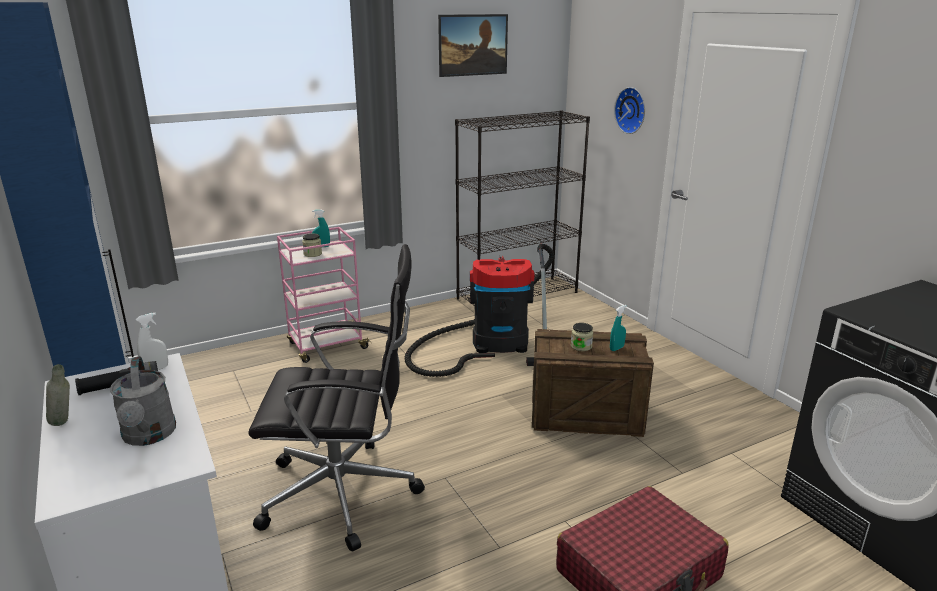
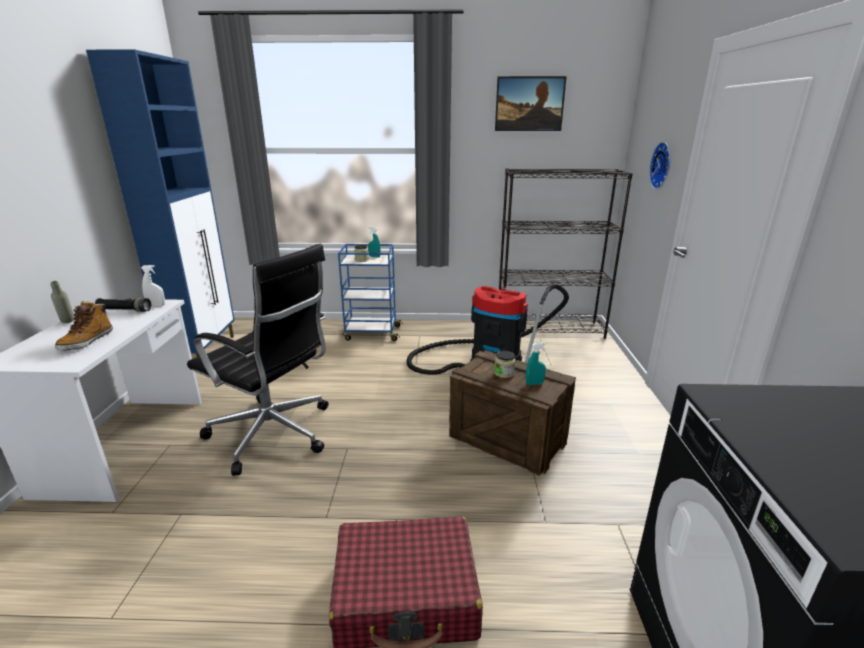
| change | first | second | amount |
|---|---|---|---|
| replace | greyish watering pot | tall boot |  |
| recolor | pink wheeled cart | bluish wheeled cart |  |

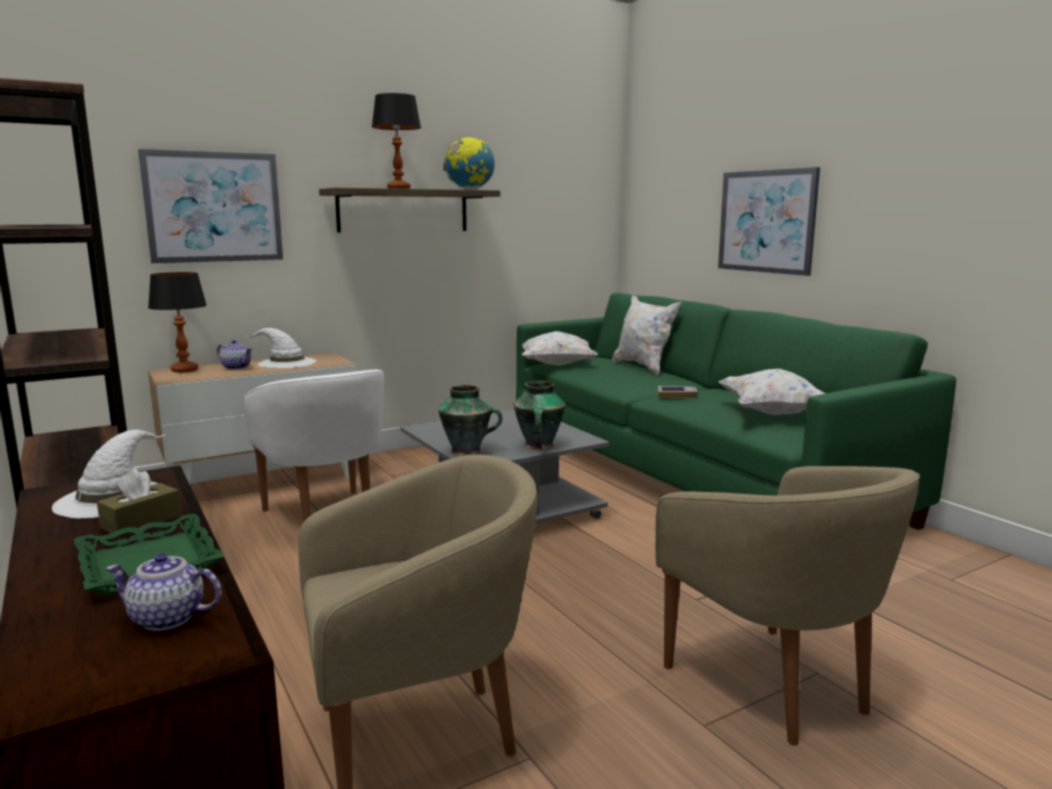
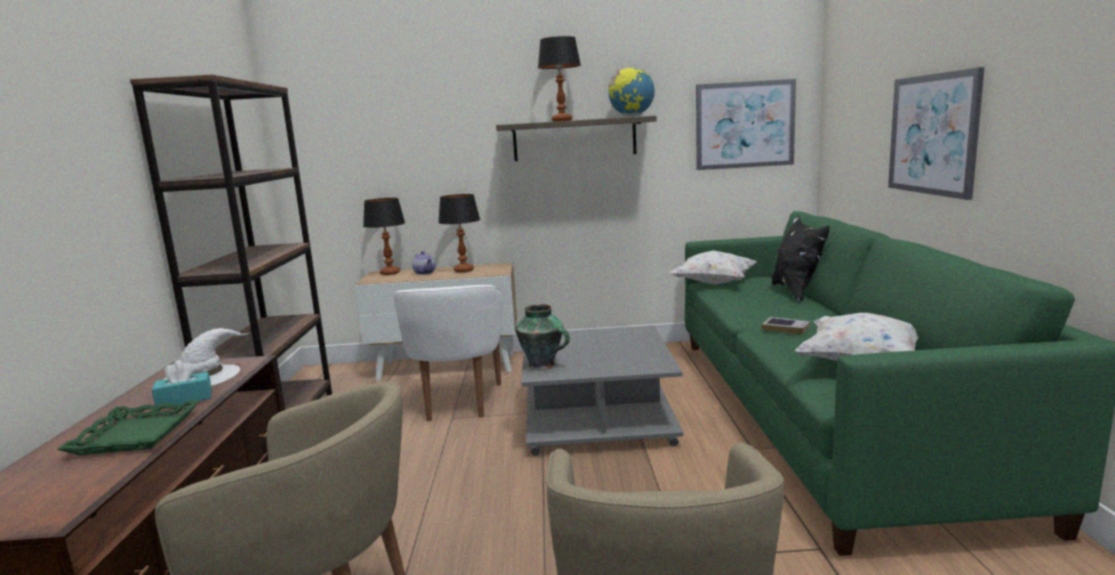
| change | first | second | amount |
|---|---|---|---|
| recolor | brown-coloured tissue box | turquoise tissue box |  |
| replace | whitish hat (2nd from left) | lamp for a table (2nd from left) |  |
| move | wall picture (1st from left) |  |  |
| recolor | whitish throw pillow (2nd from left) | blackish throw pillow |  |
| delete | teapot (1st from left) |  |  |
| delete | flower vase (2nd from left) |  |  |

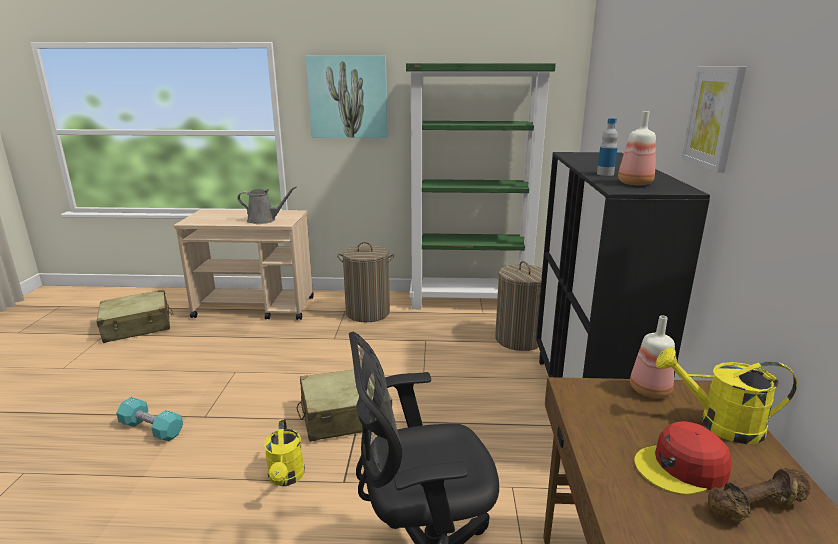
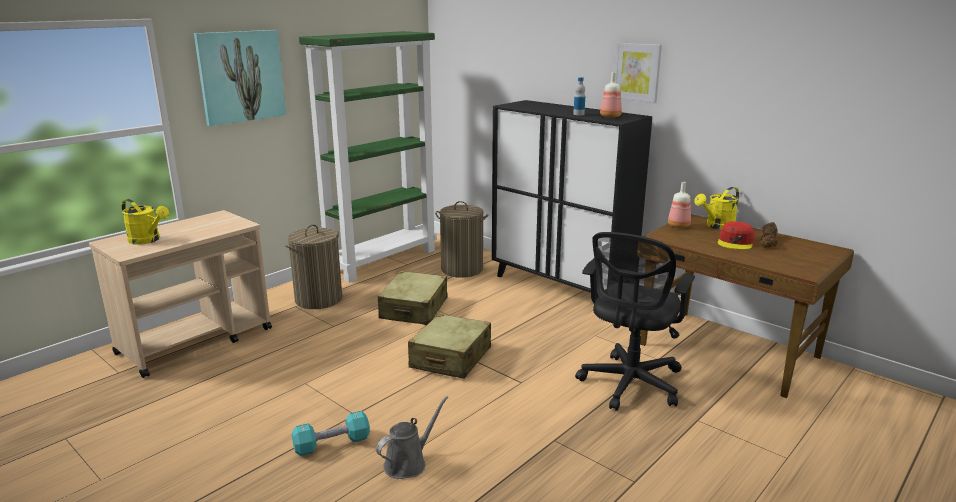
| change | first | second | amount |
|---|---|---|---|
| move | yellow watering pot (1st from left) |  |  |
| move | greyish watering pot |  |  |
| move | sand-coloured piece of luggage (1st from left) |  |  |

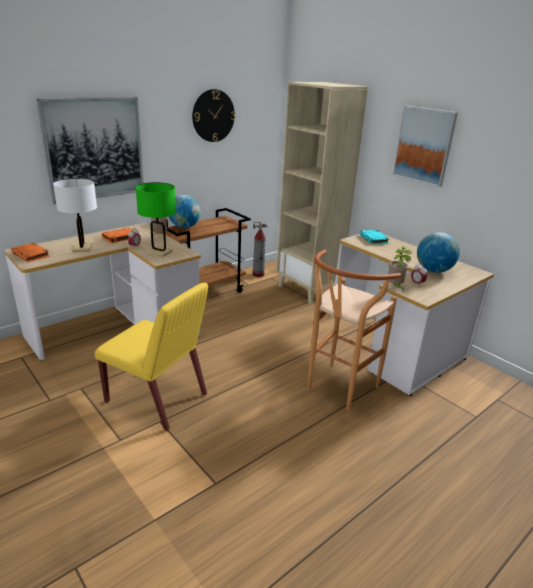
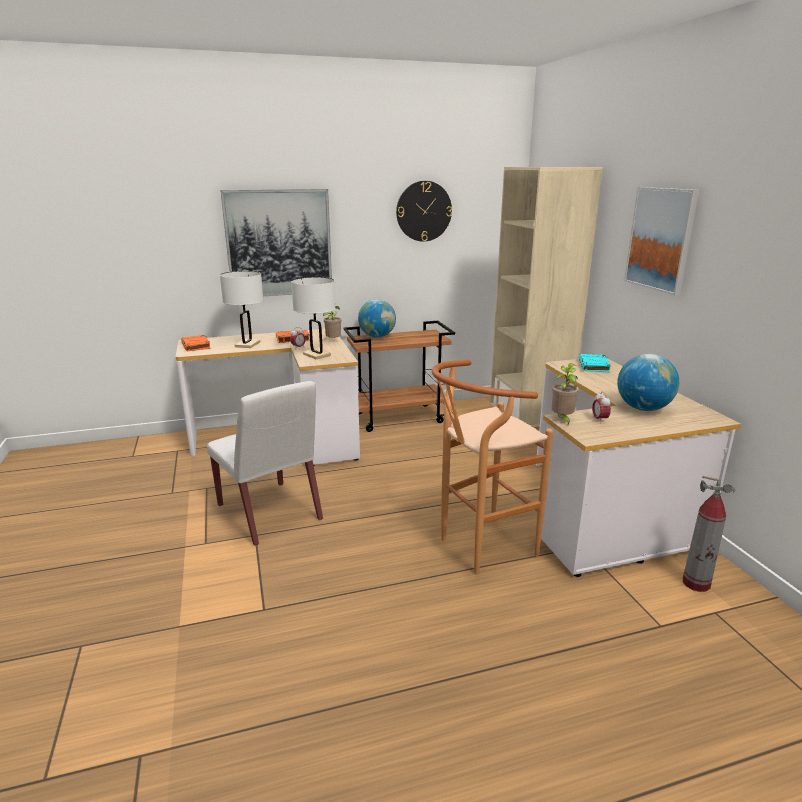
| change | first | second | amount |
|---|---|---|---|
| recolor | yellow plain chair | whitish plain chair |  |
| recolor | greenish lamp for a table | whitish lamp for a table (2nd from left) |  |
| move | fire extinguisher |  |  |

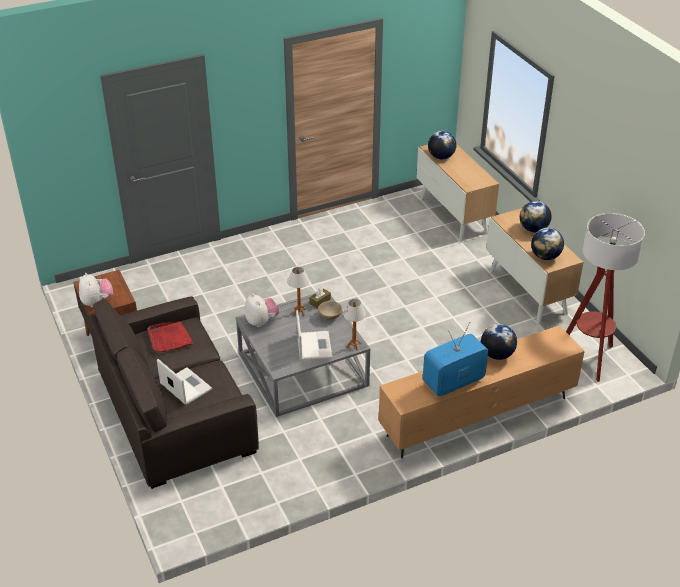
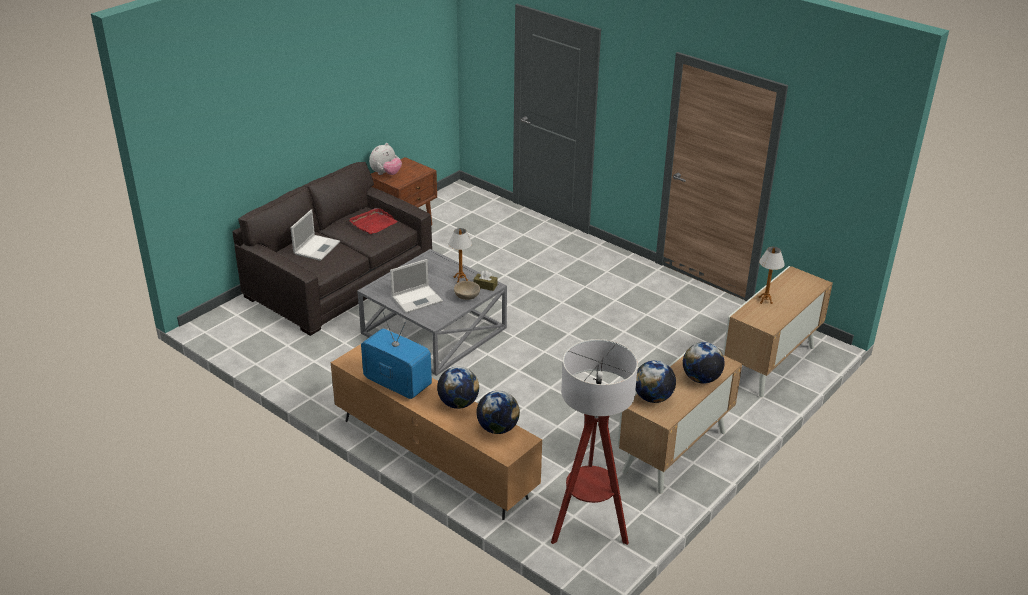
| change | first | second | amount |
|---|---|---|---|
| move | globe (1st from left in the first image) | globe (2nd from left) |  |
| move | lamp for a table (2nd from left) |  |  |
| delete | plush toy (2nd from left) |  |  |

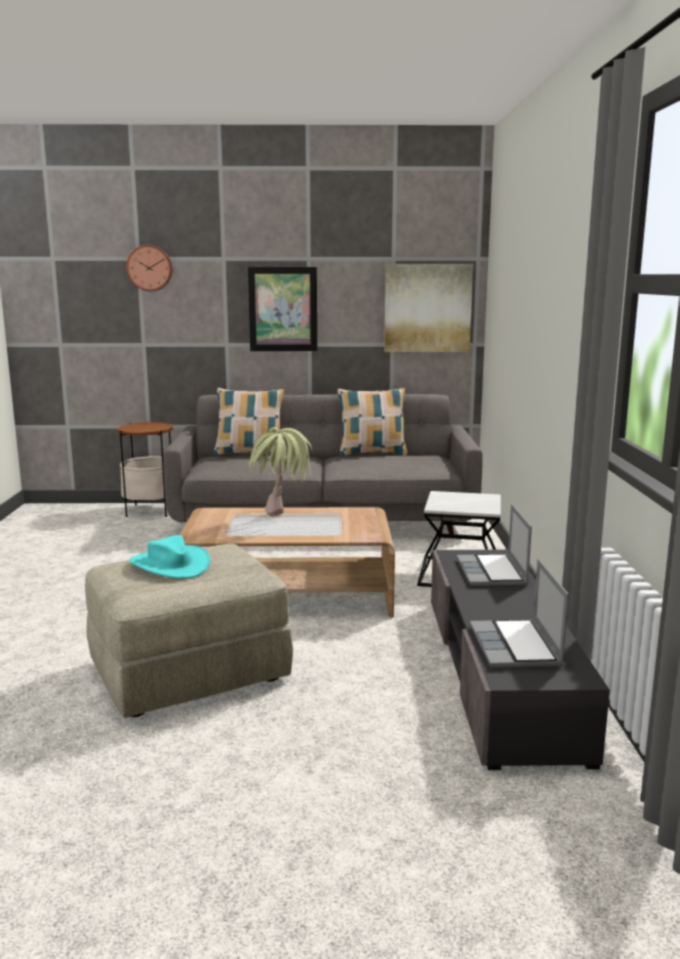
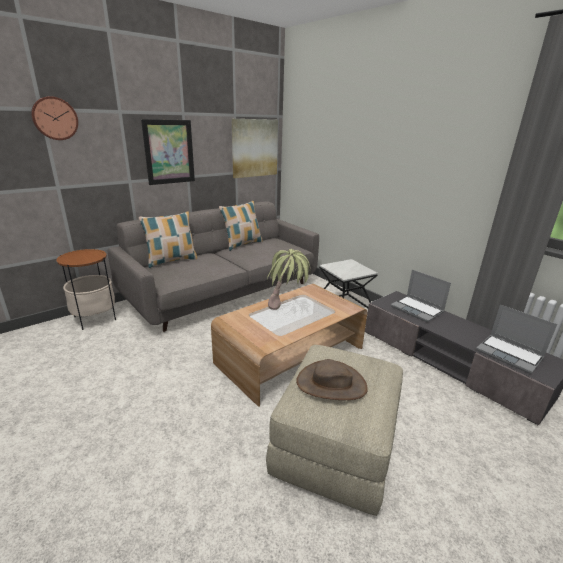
| change | first | second | amount |
|---|---|---|---|
| recolor | turquoise hat | brown-coloured hat |  |

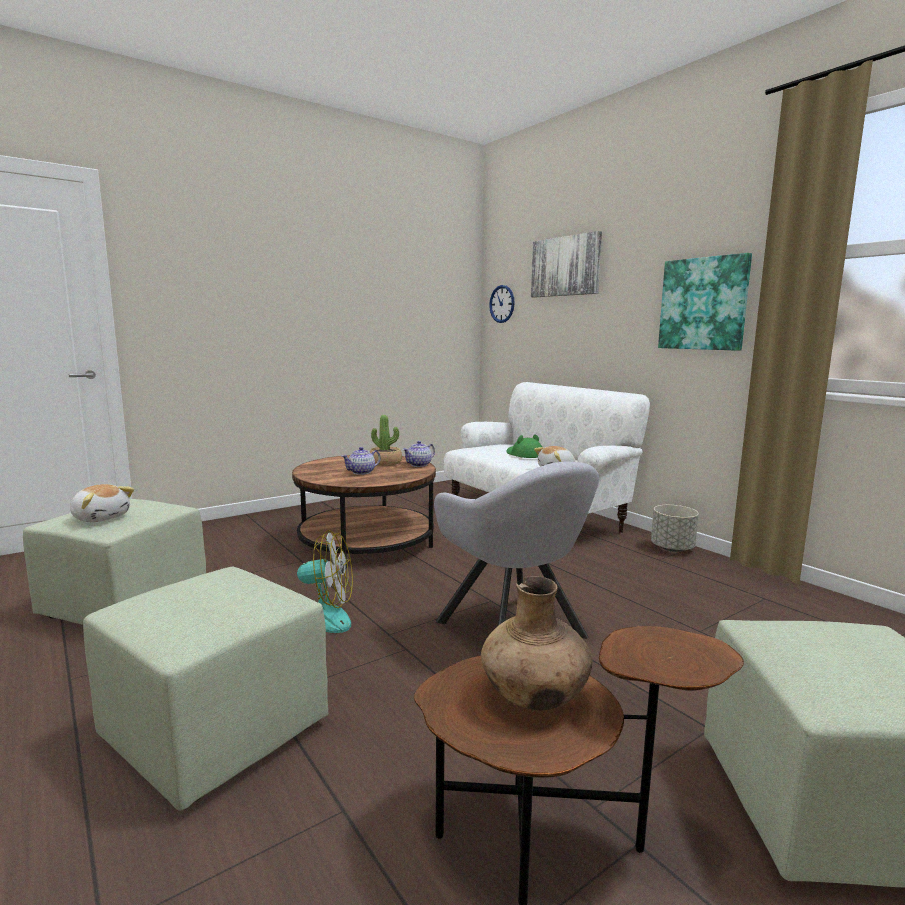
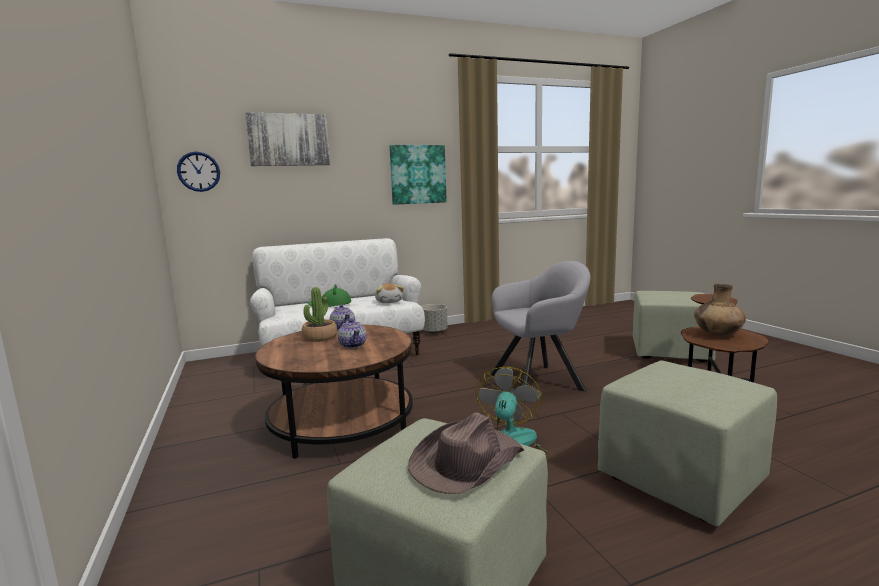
| change | first | second | amount |
|---|---|---|---|
| replace | plush toy (1st from left) | brown-coloured hat |  |

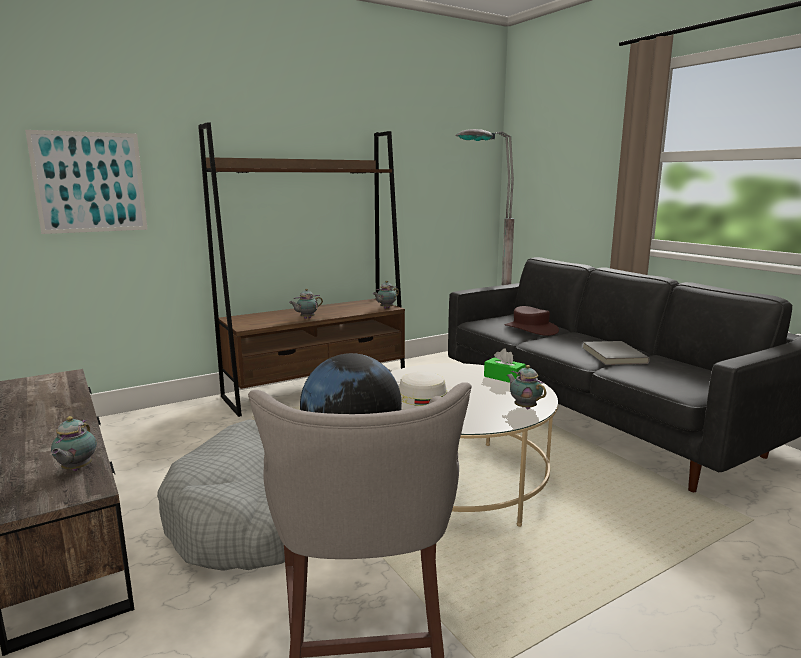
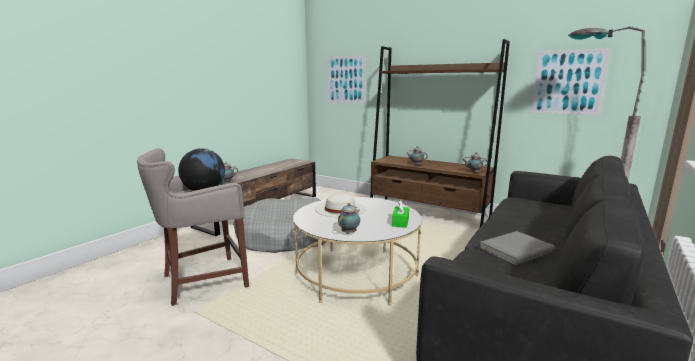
| change | first | second | amount |
|---|---|---|---|
| insert |  | wall picture (2nd from left) |  |
| delete | brown-coloured hat |  |  |

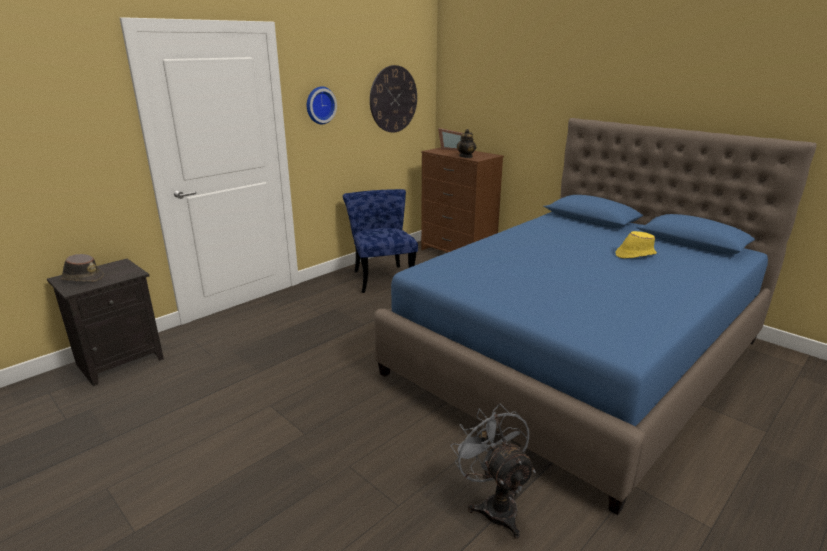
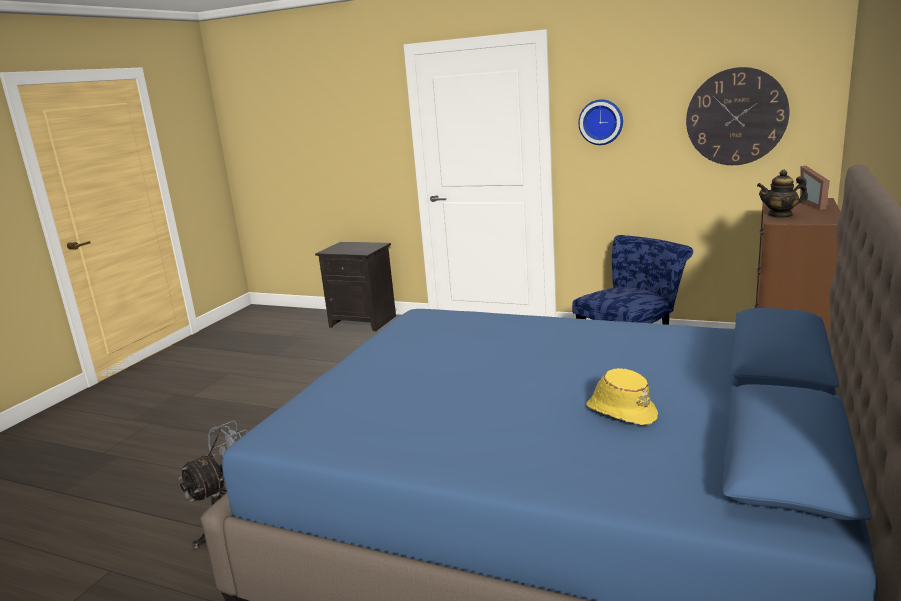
| change | first | second | amount |
|---|---|---|---|
| delete | brown-coloured hat |  |  |

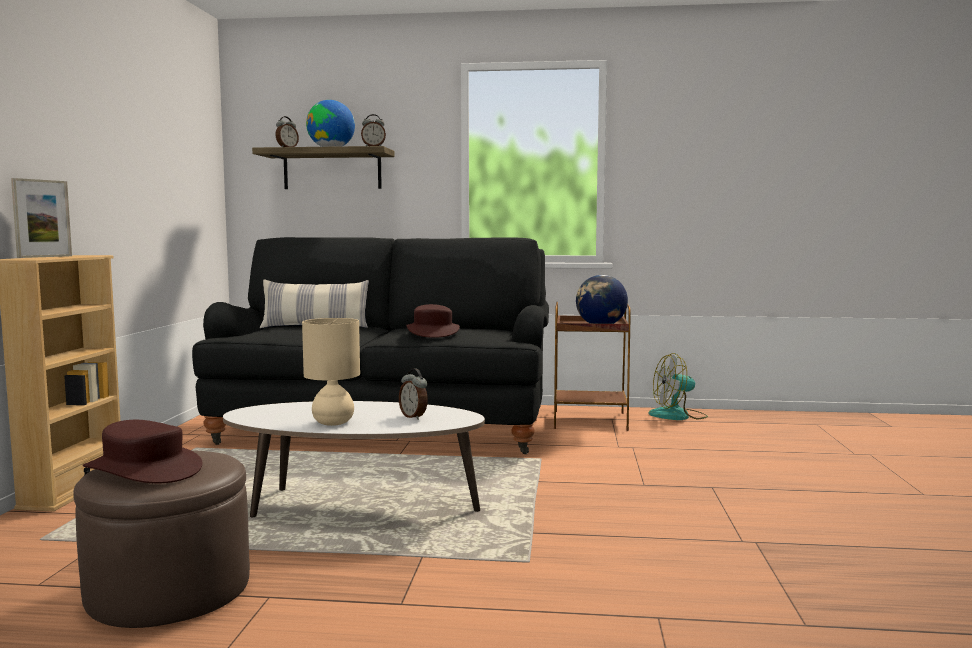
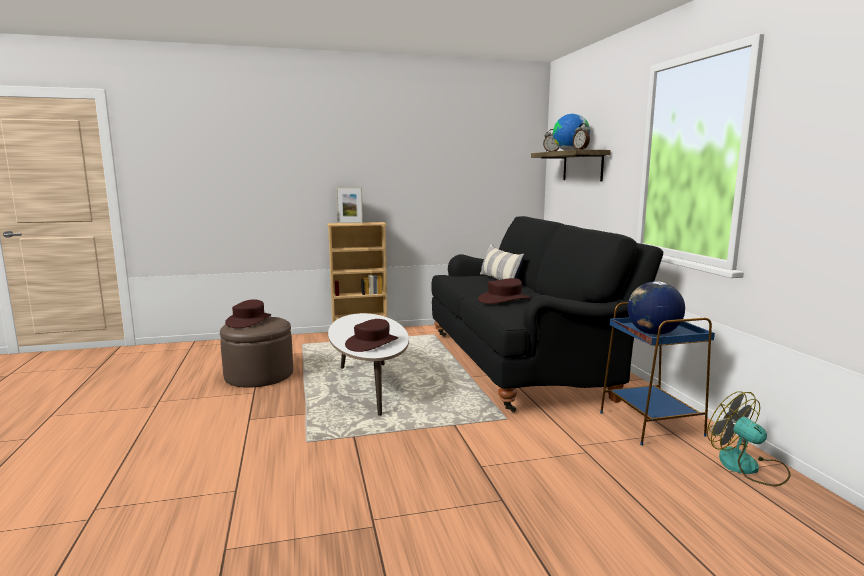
| change | first | second | amount |
|---|---|---|---|
| replace | bedside clock (3rd from left) | brown-coloured hat (2nd from left) |  |
| recolor | brown-coloured end table | bluish end table |  |
| delete | sand-coloured lamp for a table |  |  |

